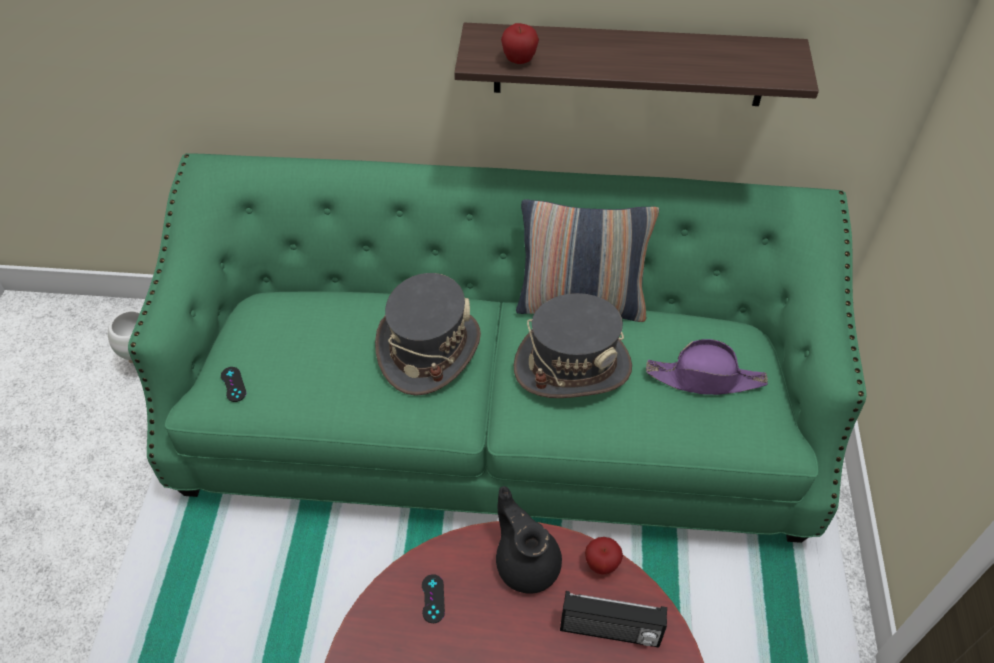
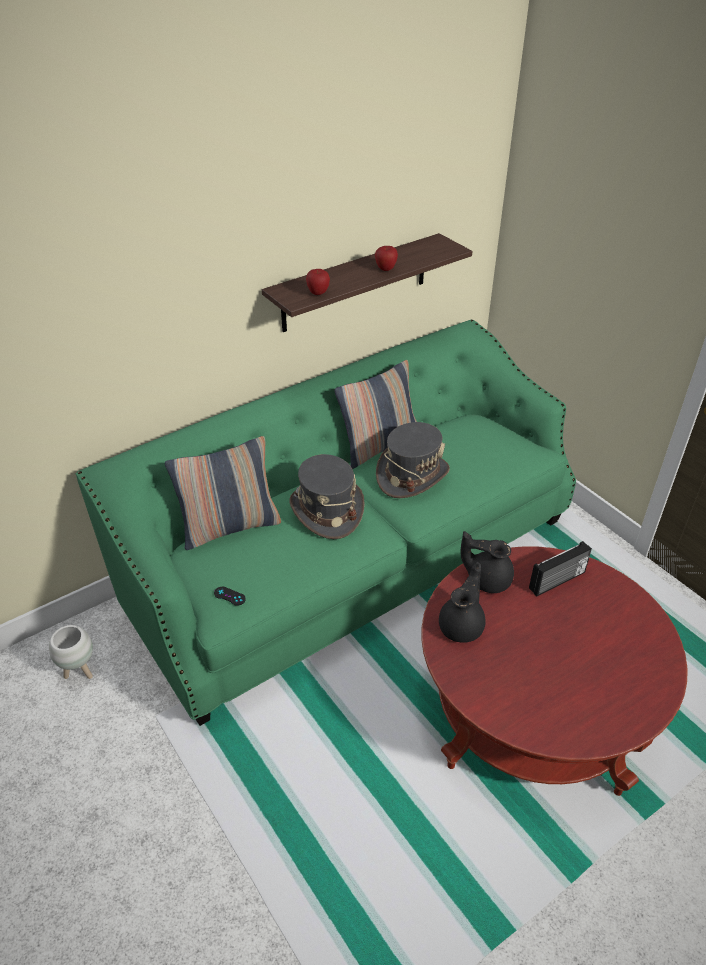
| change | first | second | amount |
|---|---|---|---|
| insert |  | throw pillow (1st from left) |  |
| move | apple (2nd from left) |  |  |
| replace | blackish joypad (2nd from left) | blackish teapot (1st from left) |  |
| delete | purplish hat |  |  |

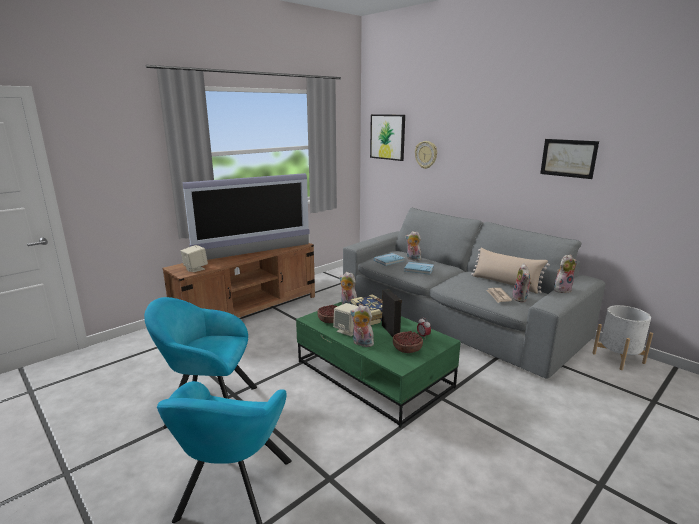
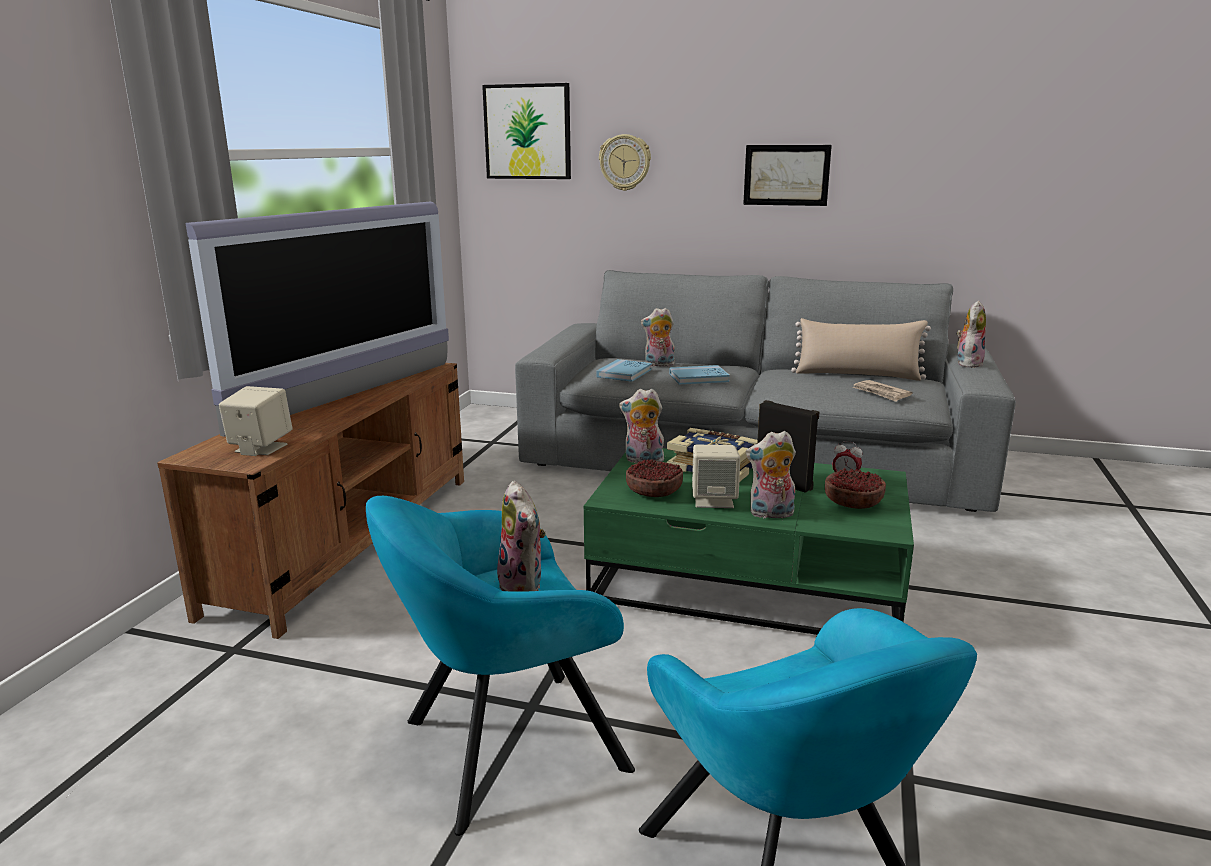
| change | first | second | amount |
|---|---|---|---|
| move | plush toy (4th from left in the first image) | plush toy (1st from left) |  |
| move | wall picture (2nd from left) |  |  |
| delete | whitish flower pot |  |  |

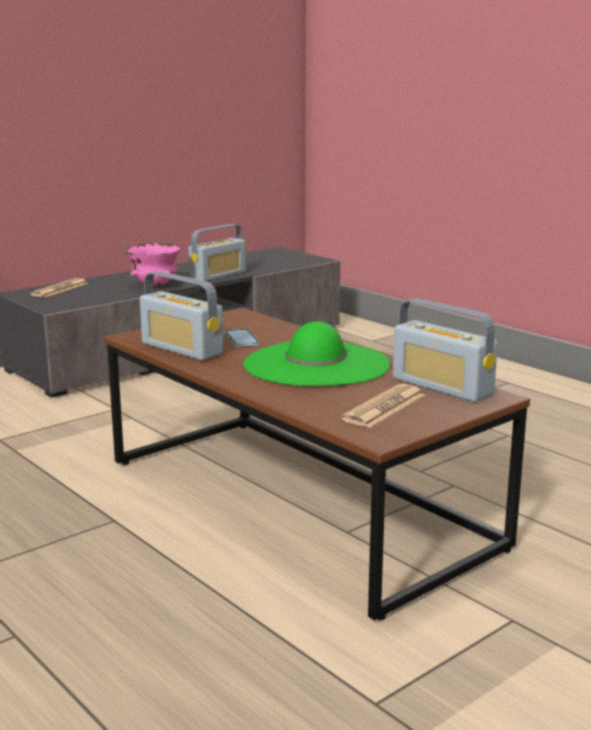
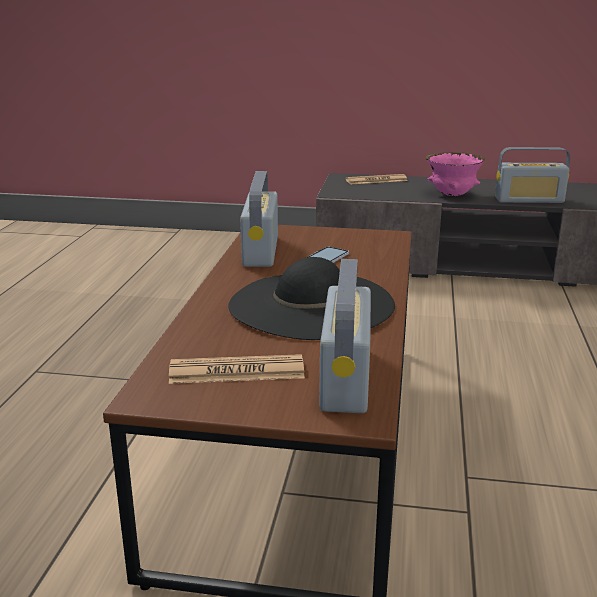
| change | first | second | amount |
|---|---|---|---|
| recolor | greenish hat | blackish hat |  |

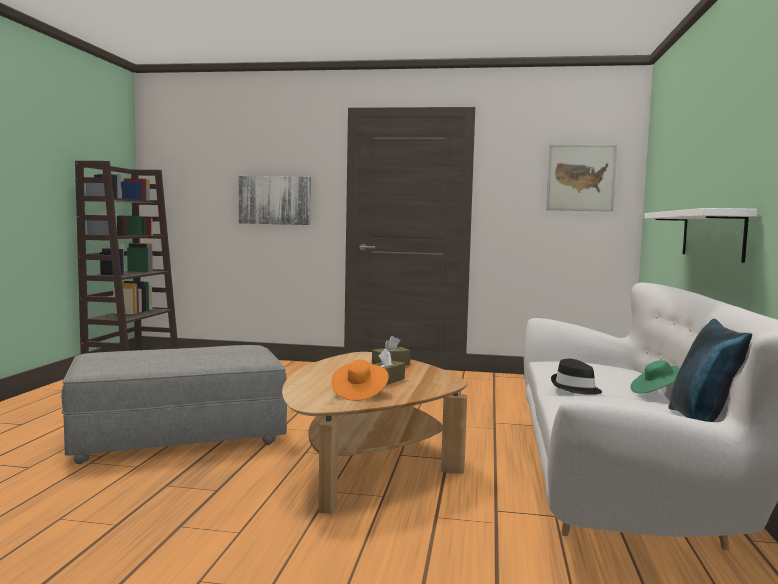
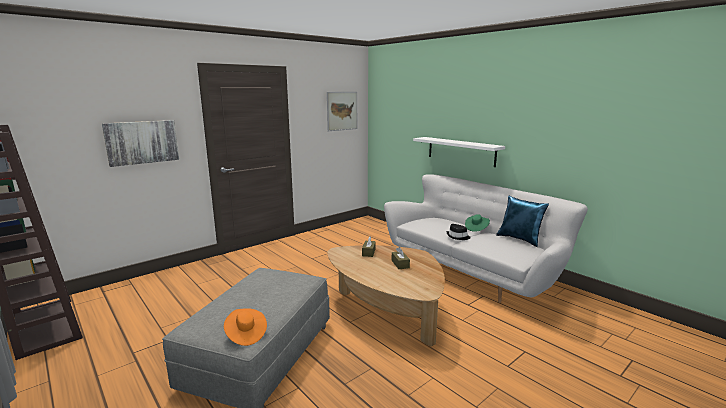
| change | first | second | amount |
|---|---|---|---|
| move | orange-coloured hat |  |  |

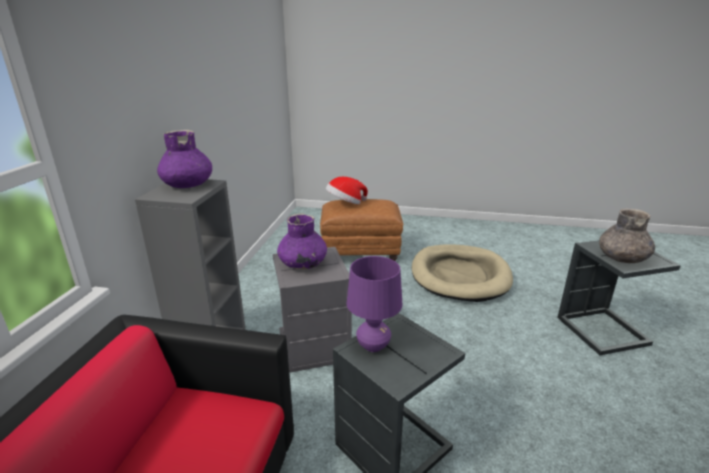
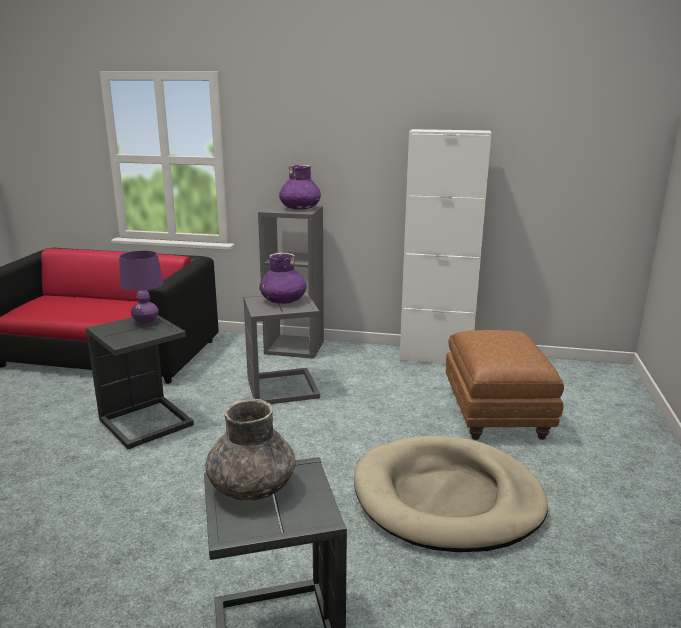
| change | first | second | amount |
|---|---|---|---|
| insert |  | whitish cupboard |  |
| delete | hat |  |  |

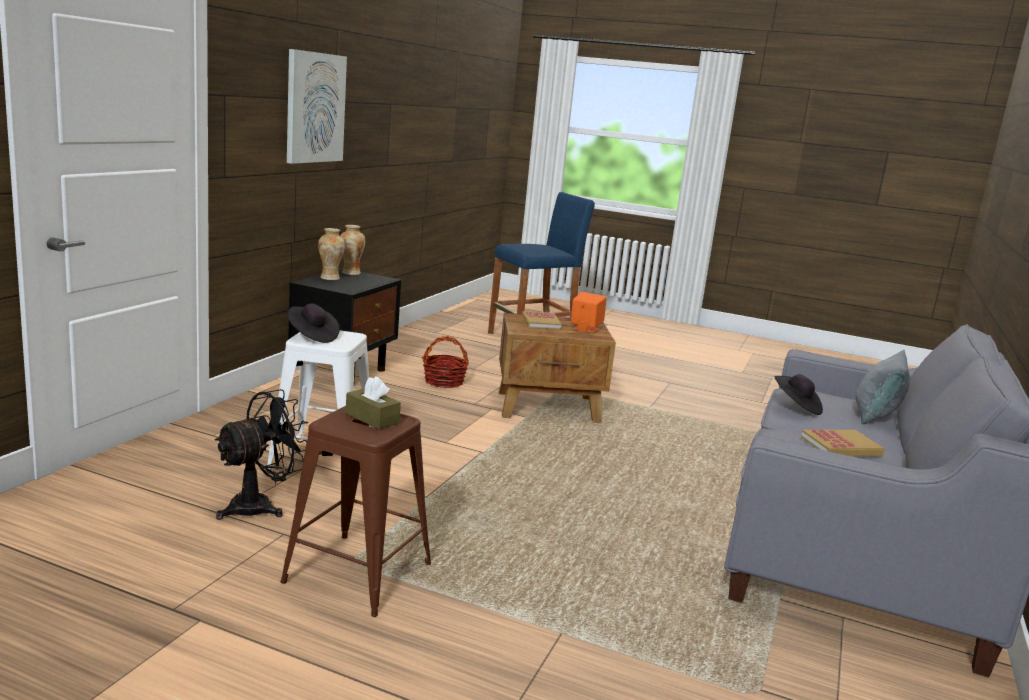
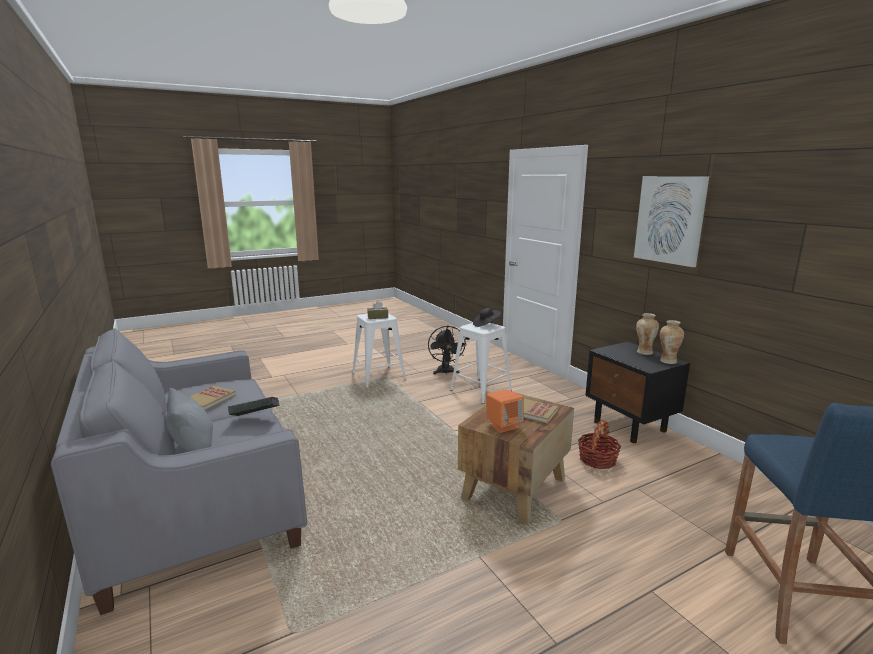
| change | first | second | amount |
|---|---|---|---|
| replace | blackish hat (2nd from left) | volume (2nd from left) |  |
| recolor | brown-coloured sitting stool | whitish sitting stool (1st from left) |  |

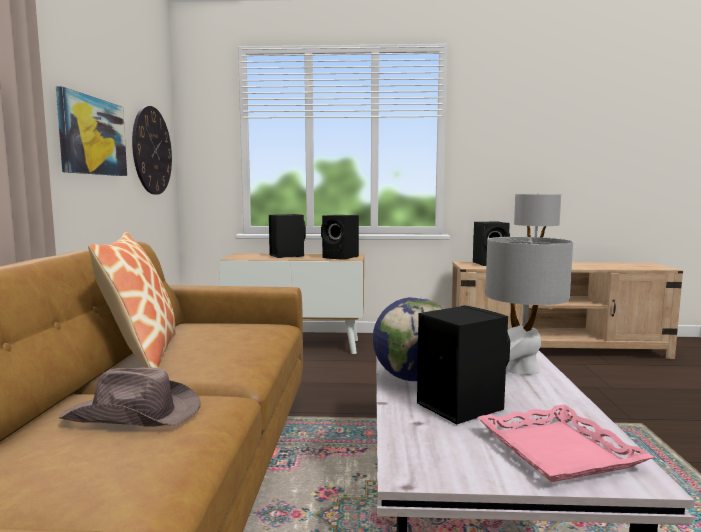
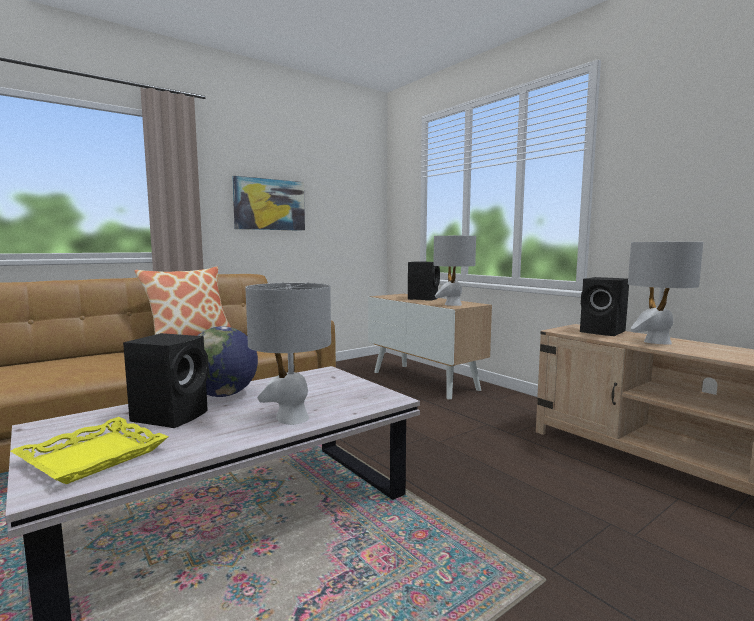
| change | first | second | amount |
|---|---|---|---|
| recolor | pink tray | yellow tray |  |
| replace | blackish loudspeaker (2nd from left) | greyish lamp for a table (2nd from left) |  |
| delete | brown-coloured hat |  |  |
| delete | clock on the wall |  |  |

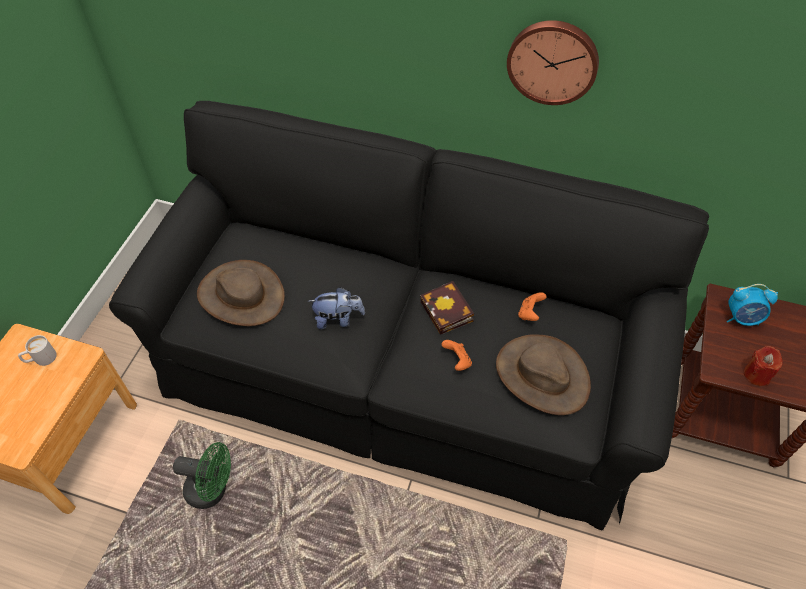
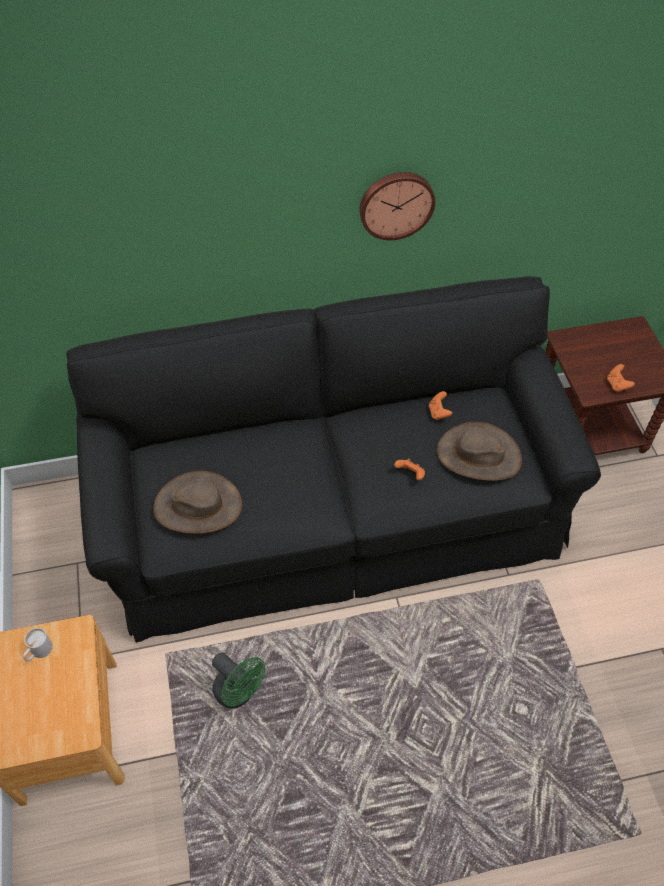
| change | first | second | amount |
|---|---|---|---|
| rotate | greenish cooling fan |  | 60 degrees clockwise |
| replace | reddish wax light | orange-coloured joypad (3rd from left) |  |
| delete | plush toy |  |  |
| delete | volume |  |  |
| delete | bedside clock |  |  |

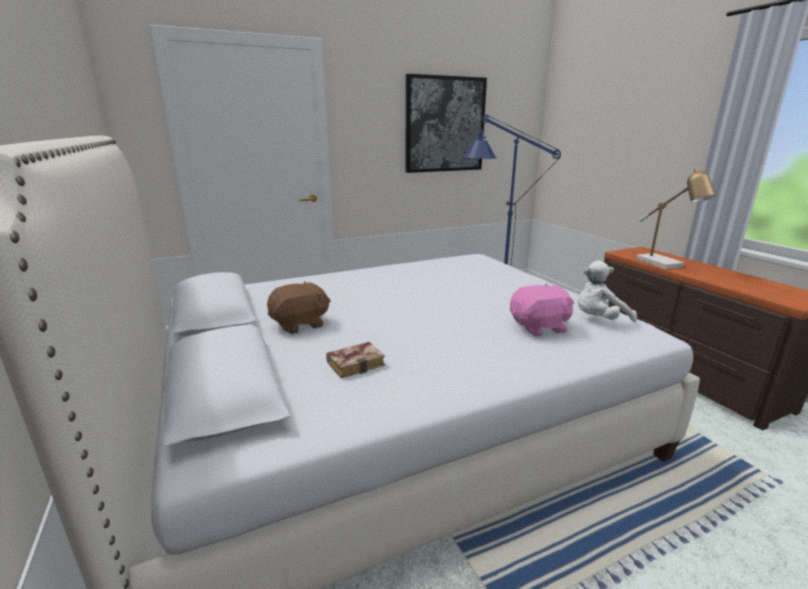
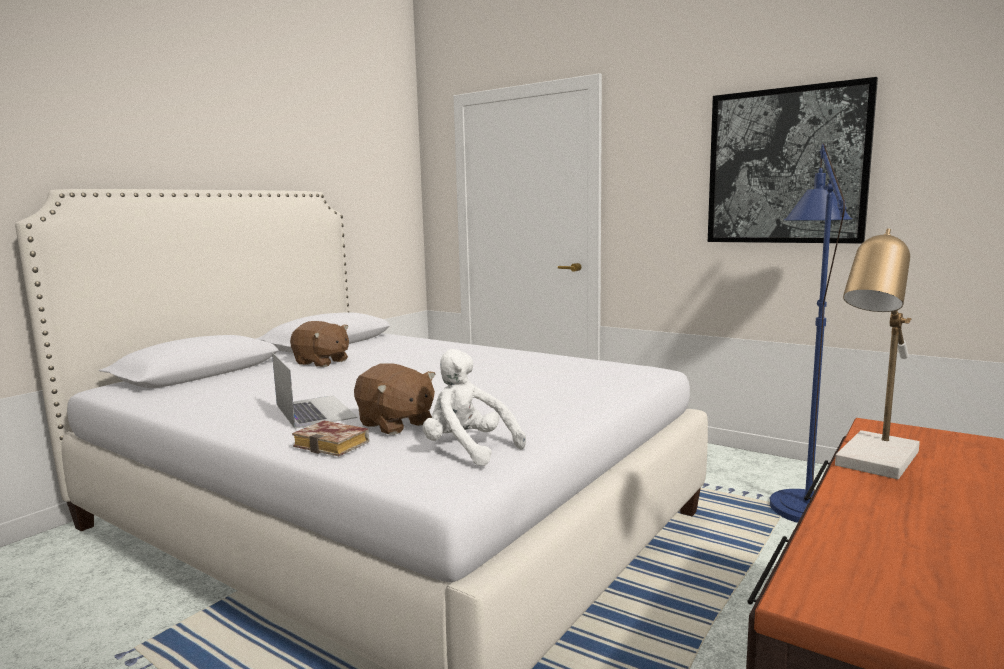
| change | first | second | amount |
|---|---|---|---|
| insert |  | portable computer |  |
| move | volume |  |  |
| recolor | pink plush toy | brown-coloured plush toy (2nd from left) |  |

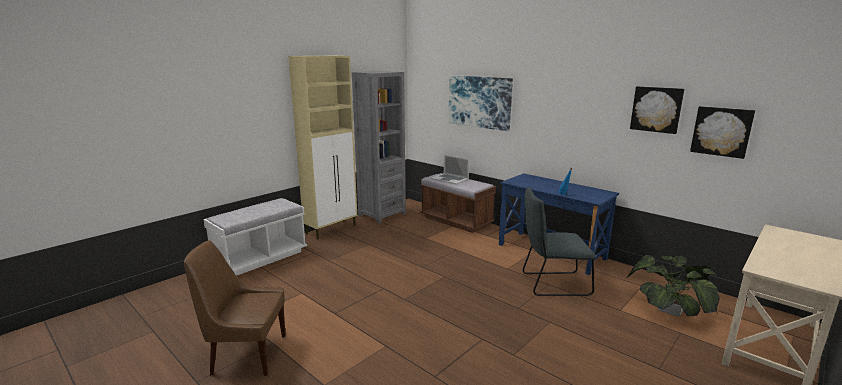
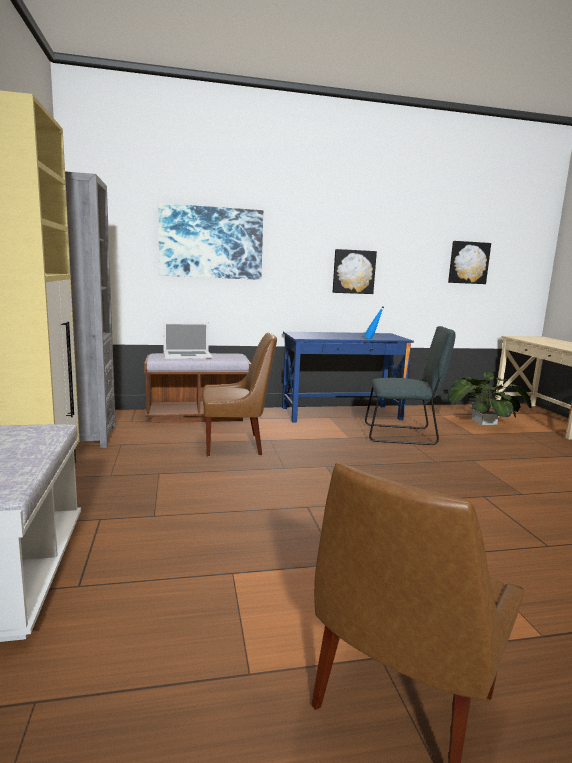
| change | first | second | amount |
|---|---|---|---|
| insert |  | brown-coloured plain chair (1st from left) |  |
| move | wall picture (2nd from left) |  |  |
| rotate | greyish plain chair |  | 120 degrees counterclockwise |

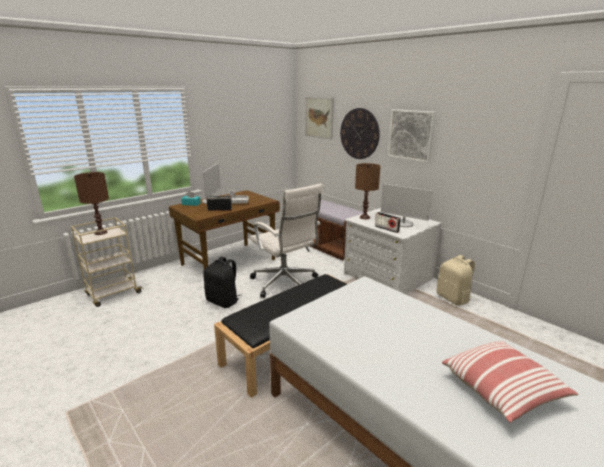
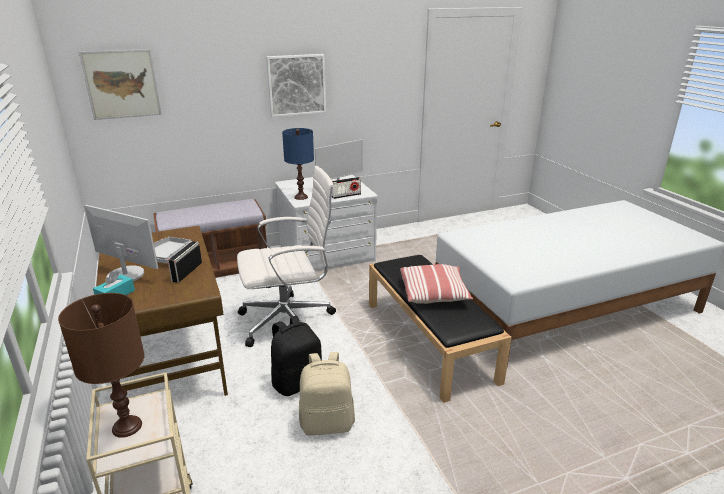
| change | first | second | amount |
|---|---|---|---|
| recolor | brown-coloured lamp for a table (2nd from left) | bluish lamp for a table |  |
| move | sand-coloured rucksack |  |  |
| move | throw pillow |  |  |
| delete | clock on the wall |  |  |

